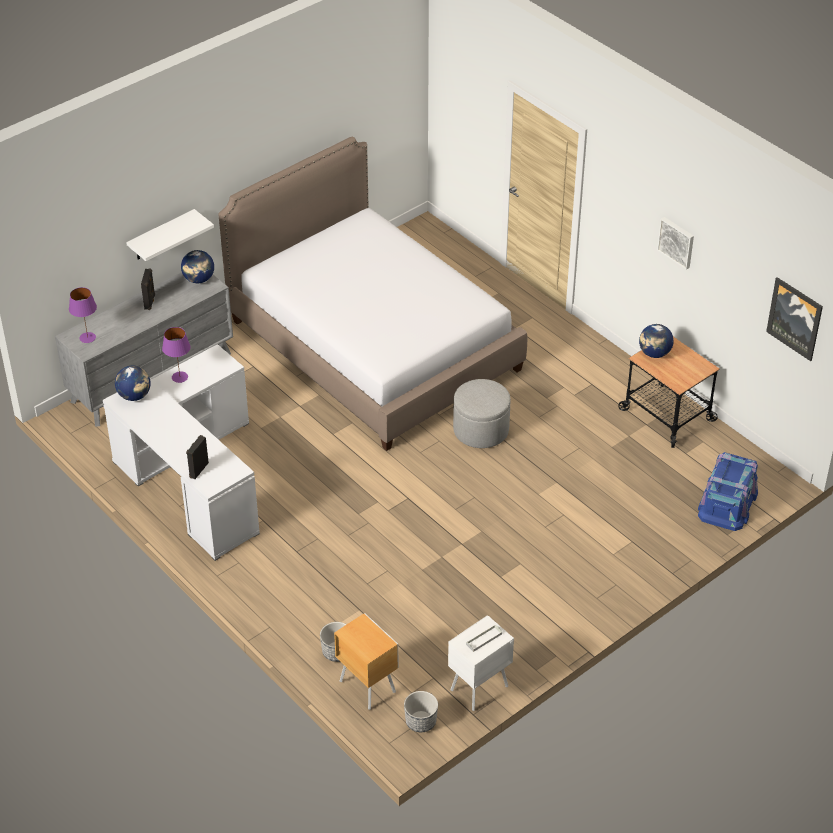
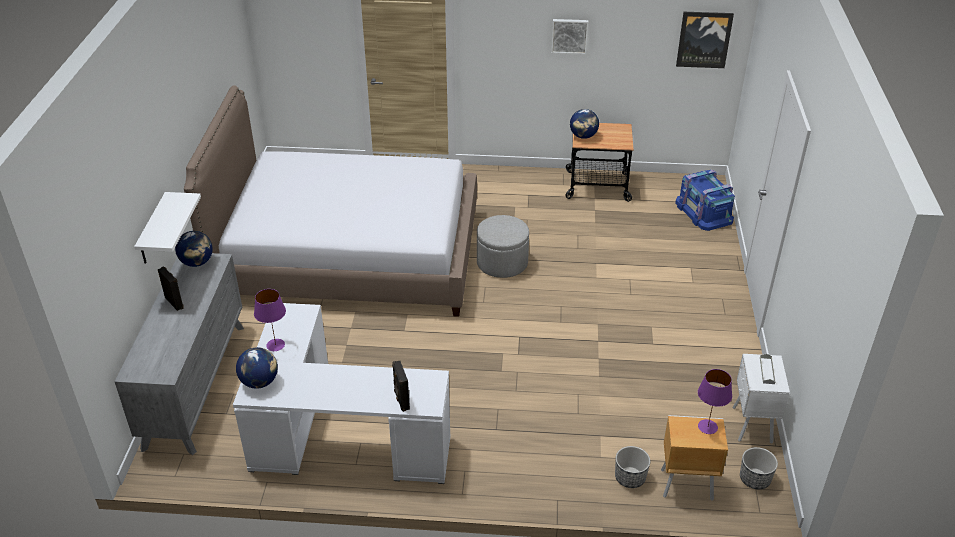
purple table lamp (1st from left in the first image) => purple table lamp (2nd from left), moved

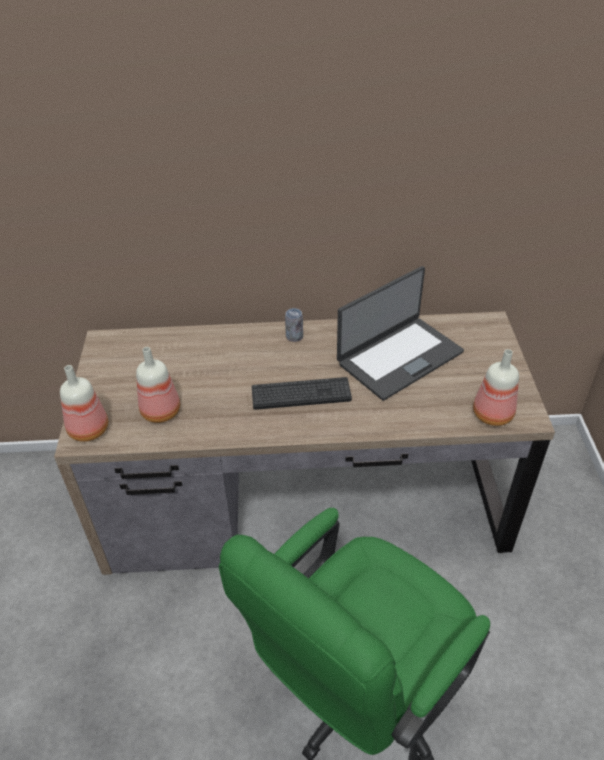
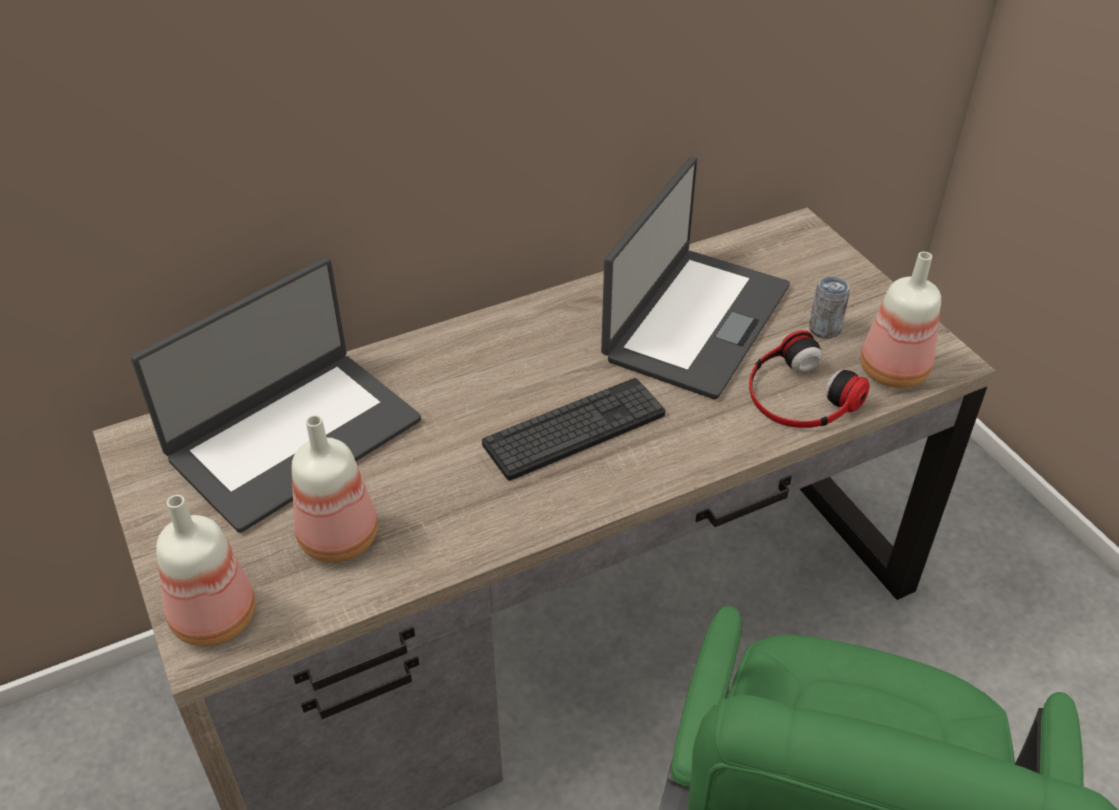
can, moved
nothing => laptop (1st from left)
nothing => headphones

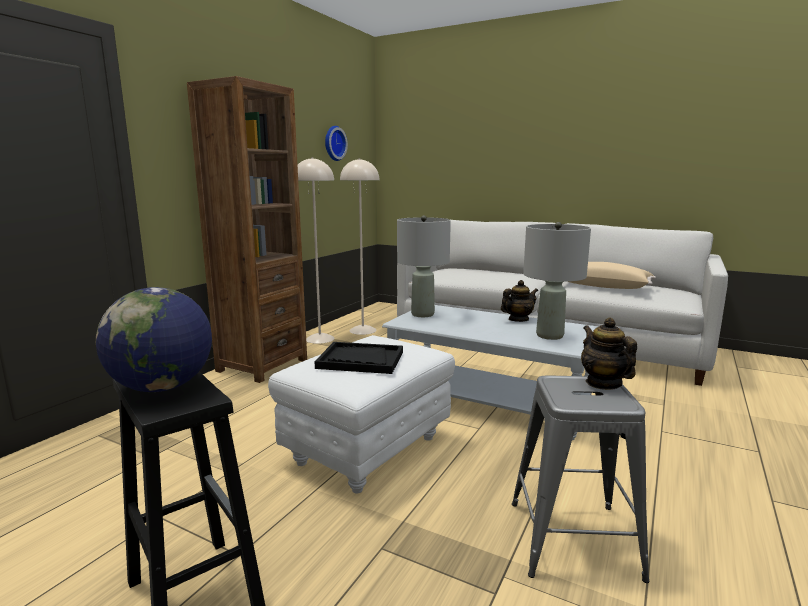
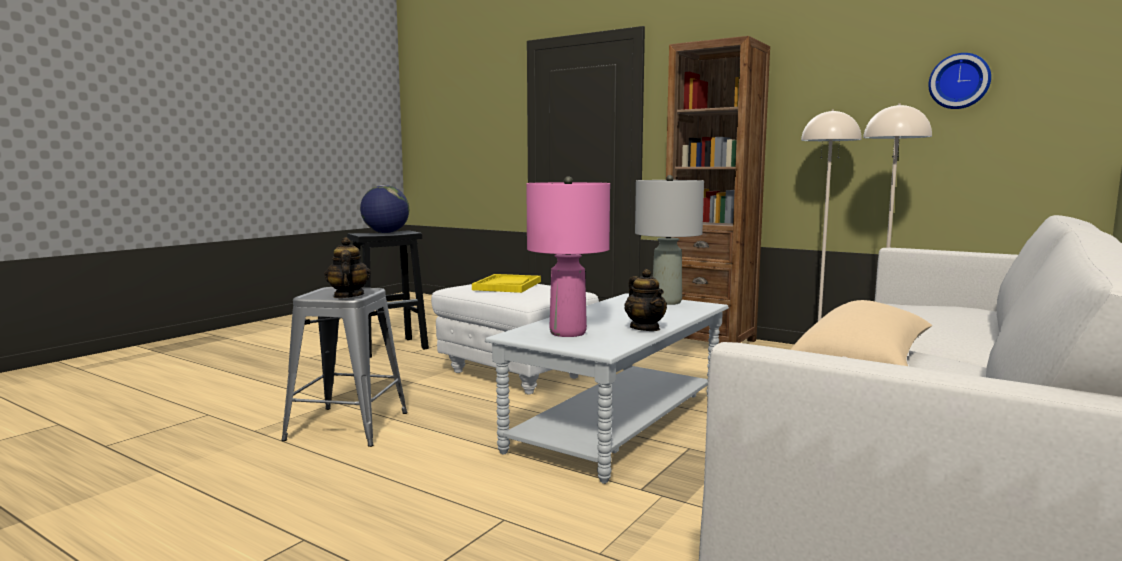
grey table lamp (2nd from left) => pink table lamp
teapot (2nd from left in the first image) => teapot (1st from left), 90 degrees counterclockwise
black tray => yellow tray

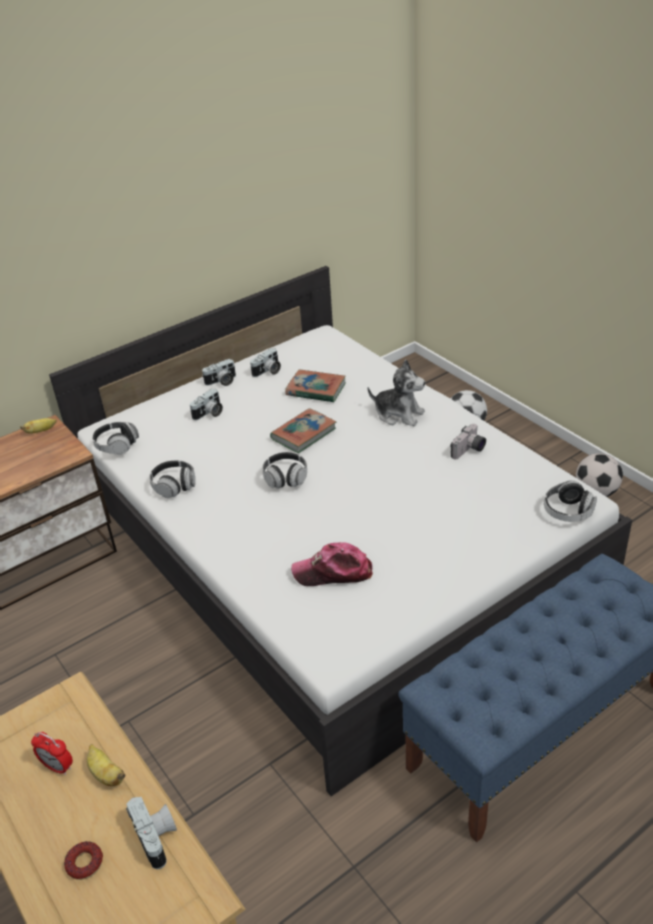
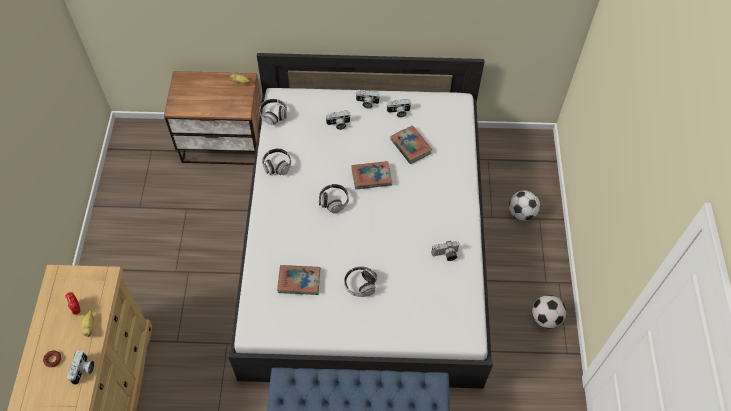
plush toy => nothing
headphones (4th from left), moved
cap => book (1st from left)

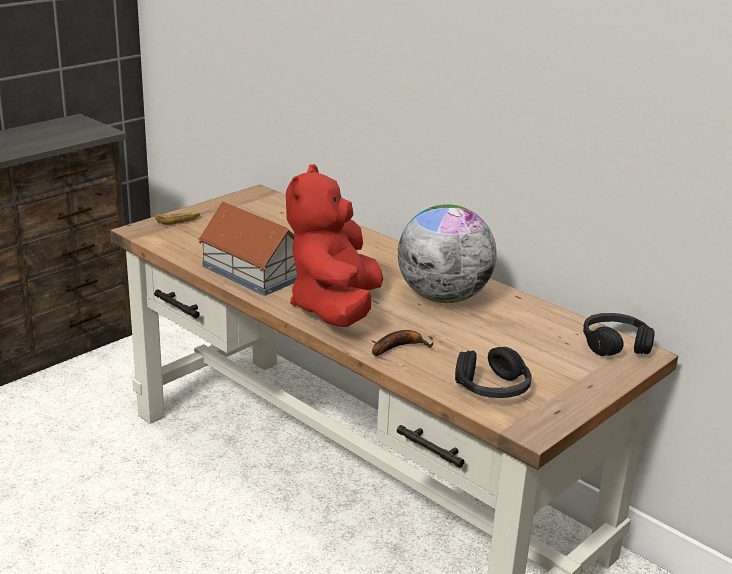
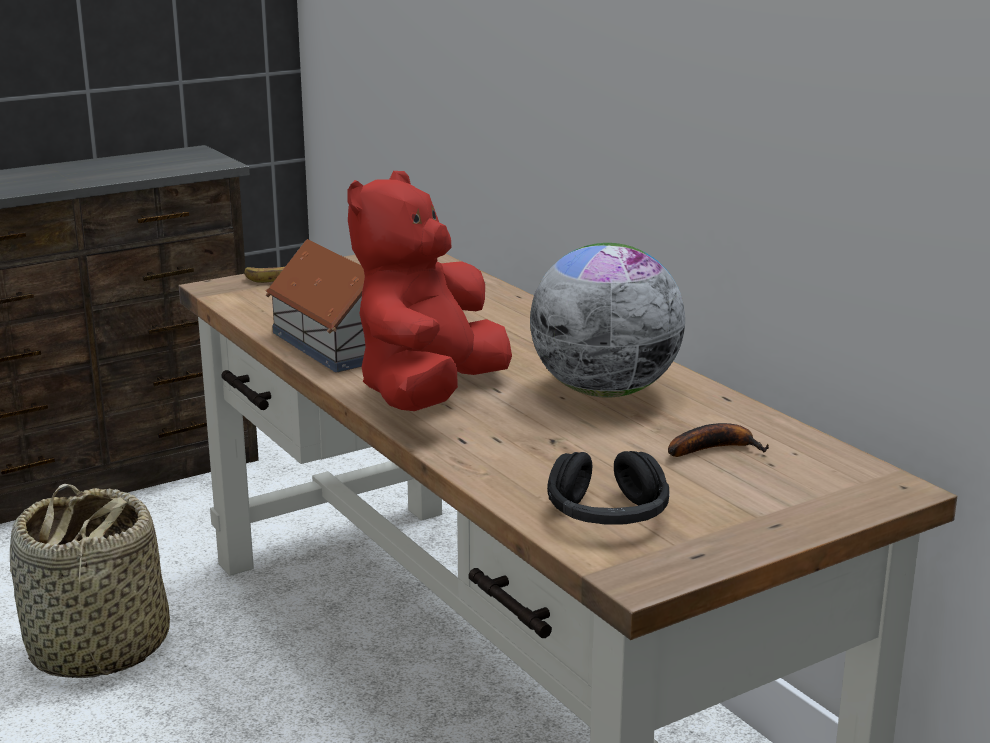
black headphones (2nd from left) => nothing
banana (2nd from left), moved
nothing => basket

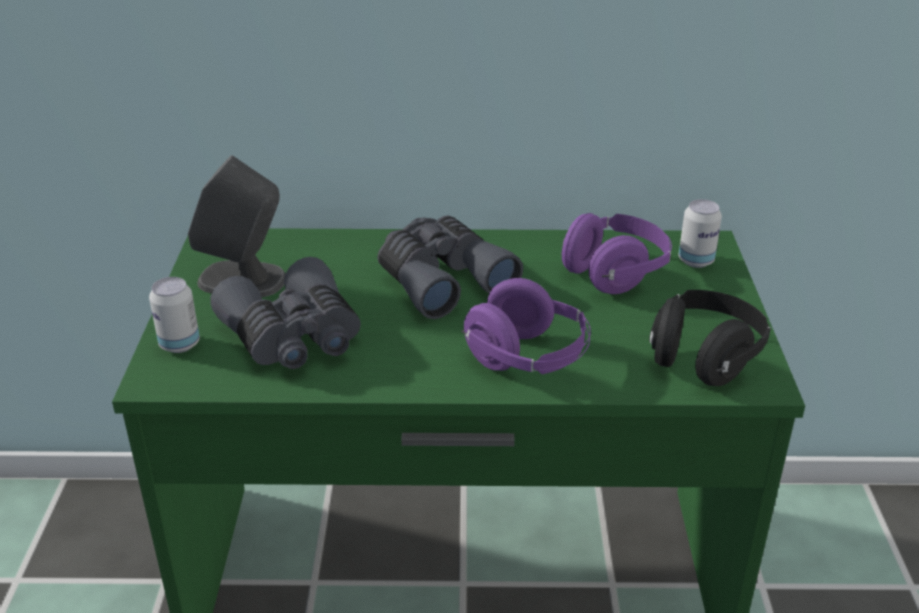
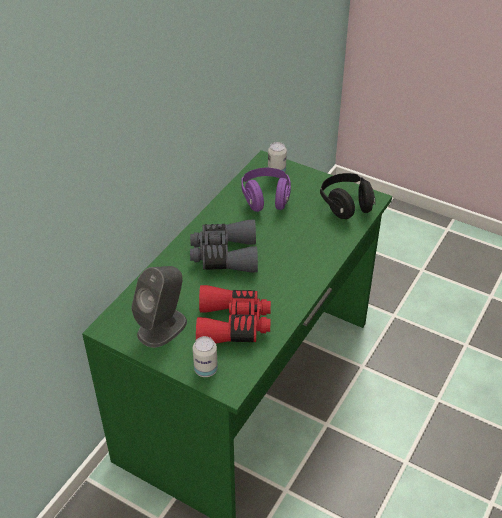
grey binoculars (1st from left) => red binoculars
purple headphones (1st from left) => nothing

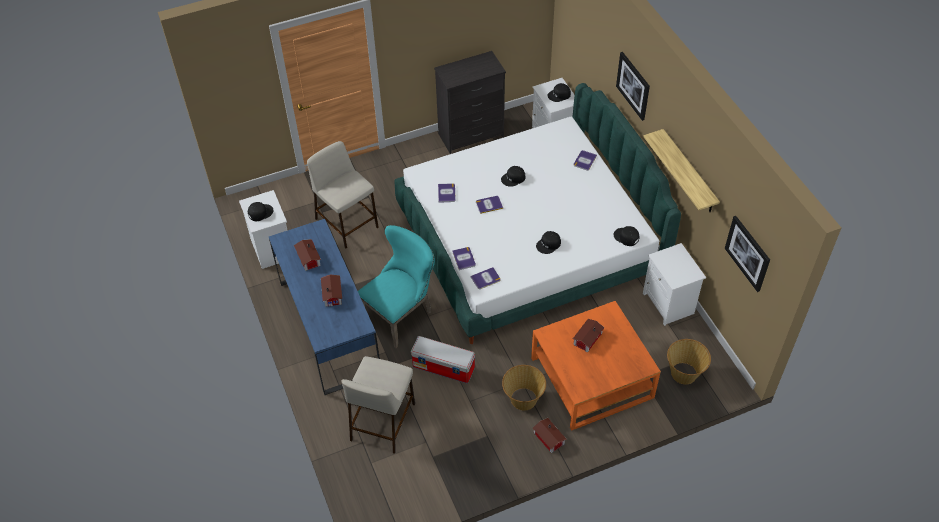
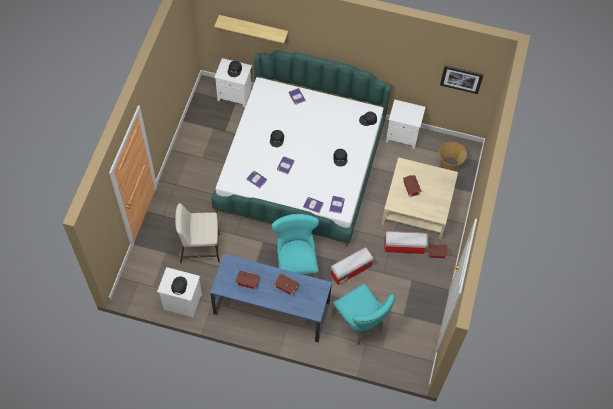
black dresser => nothing
picture (1st from left) => nothing
shelf, moved
orange coffee table => beige coffee table
beige stool (2nd from left) => turquoise chair (2nd from left)
basket (1st from left) => storage box (2nd from left)

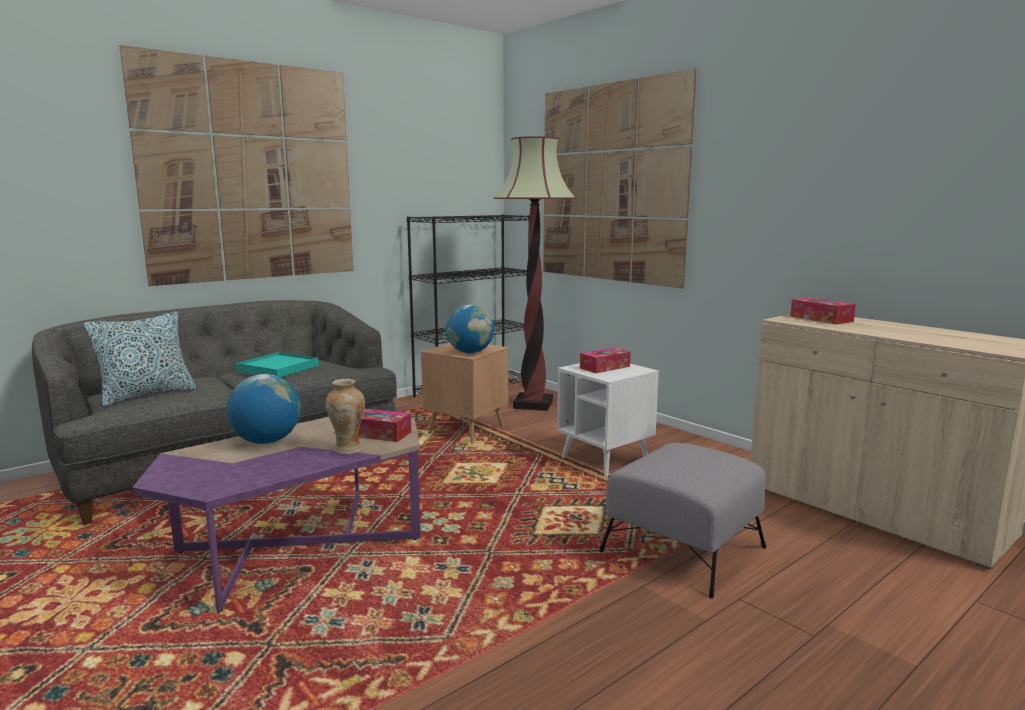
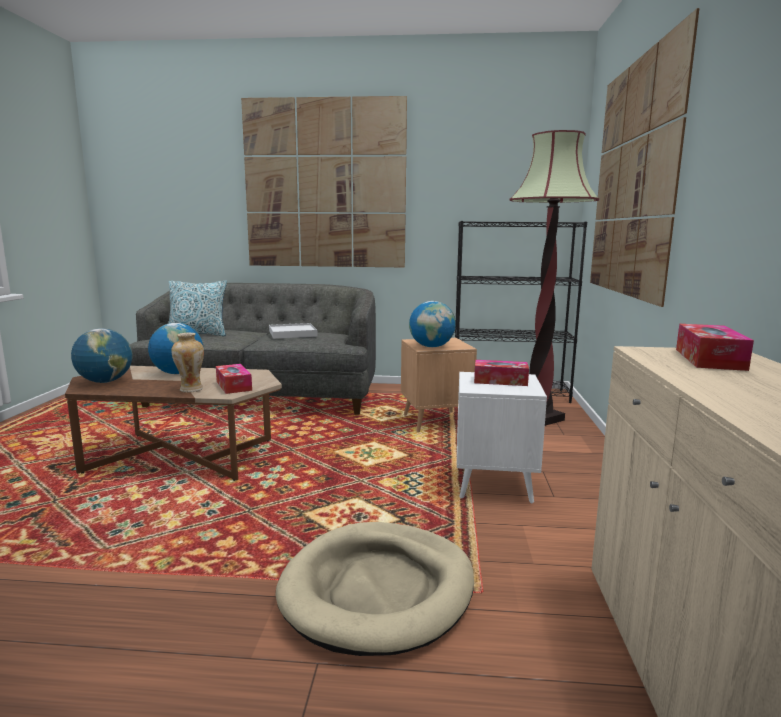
turquoise tray => white tray
purple coffee table => brown coffee table
grey ottoman => beige dog bed
nothing => globe (1st from left)

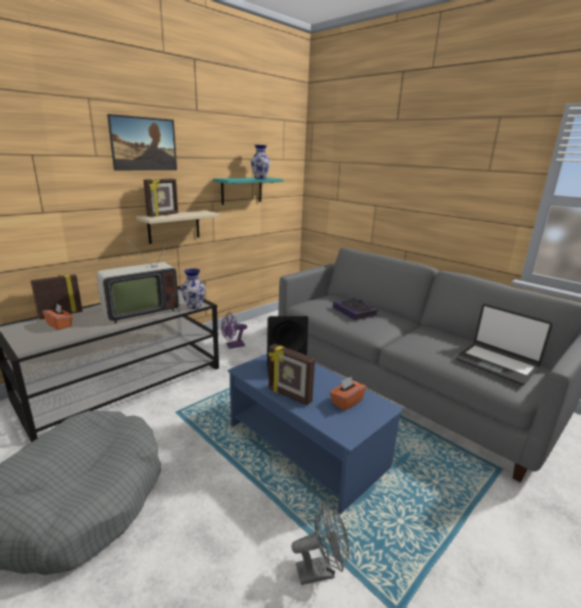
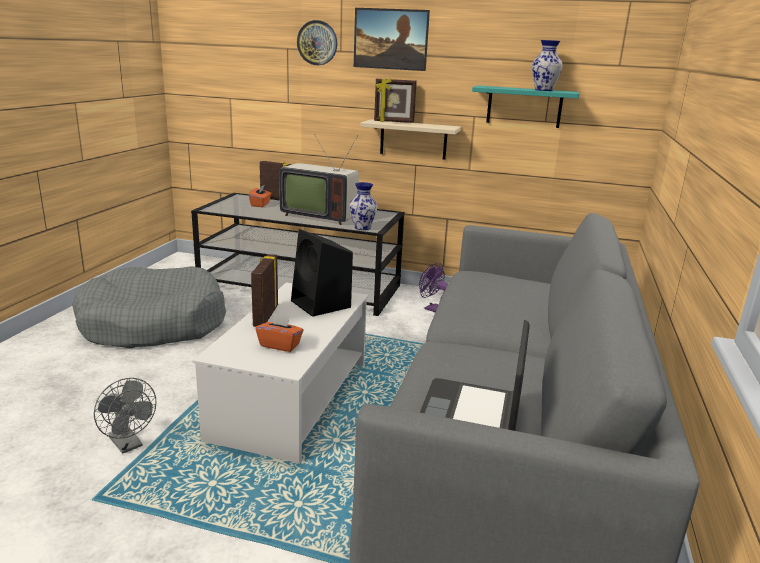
book => nothing
blue coffee table => white coffee table
nothing => wall clock

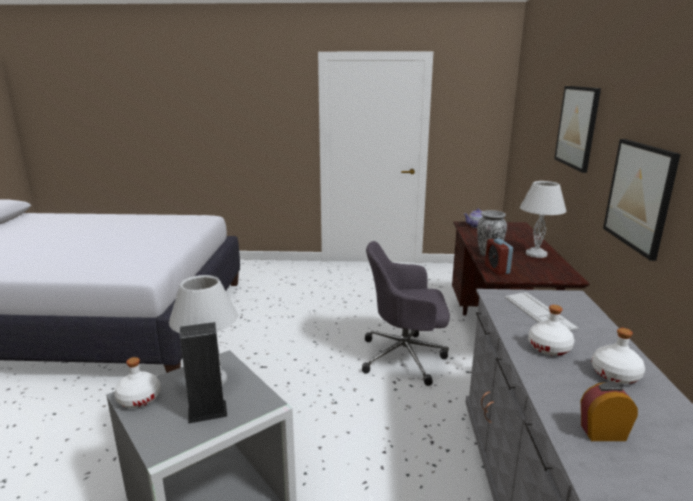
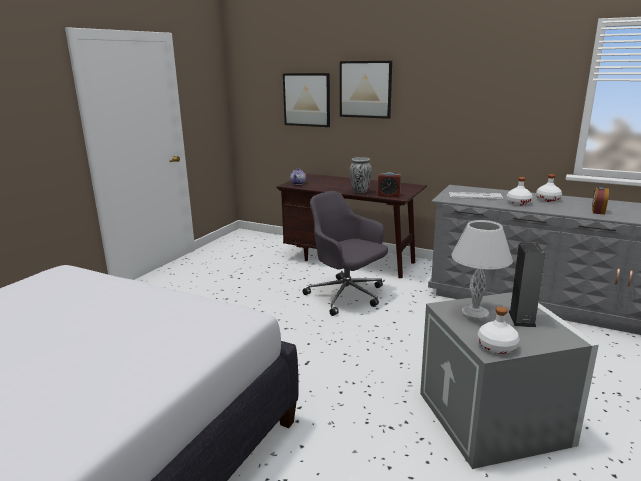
picture (2nd from left in the first image) => picture (1st from left), moved
white table lamp (2nd from left) => nothing
grey office chair, 105 degrees clockwise

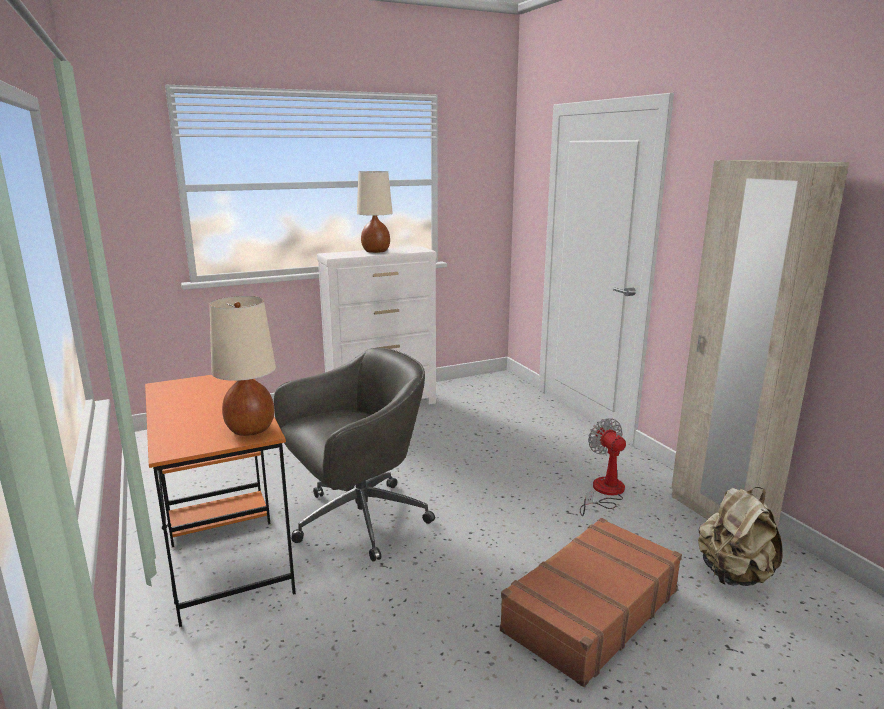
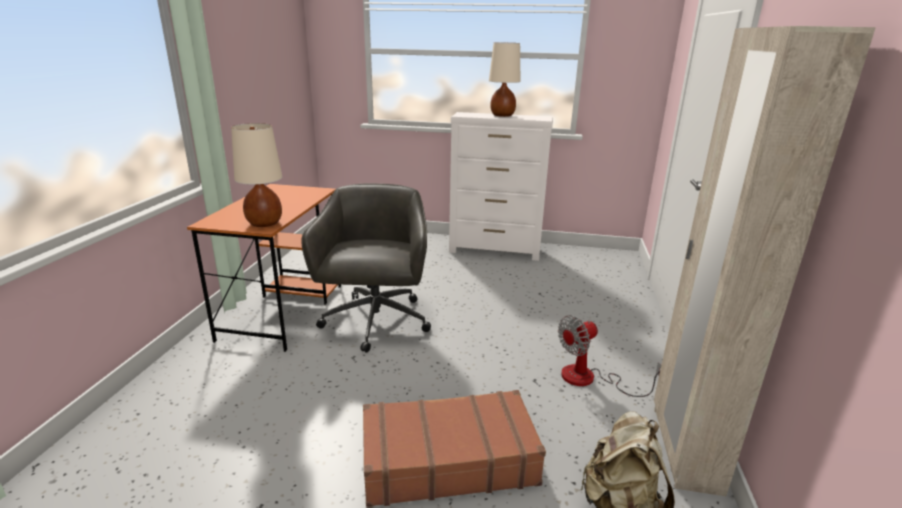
grey office chair, 90 degrees counterclockwise
fan, 135 degrees counterclockwise

